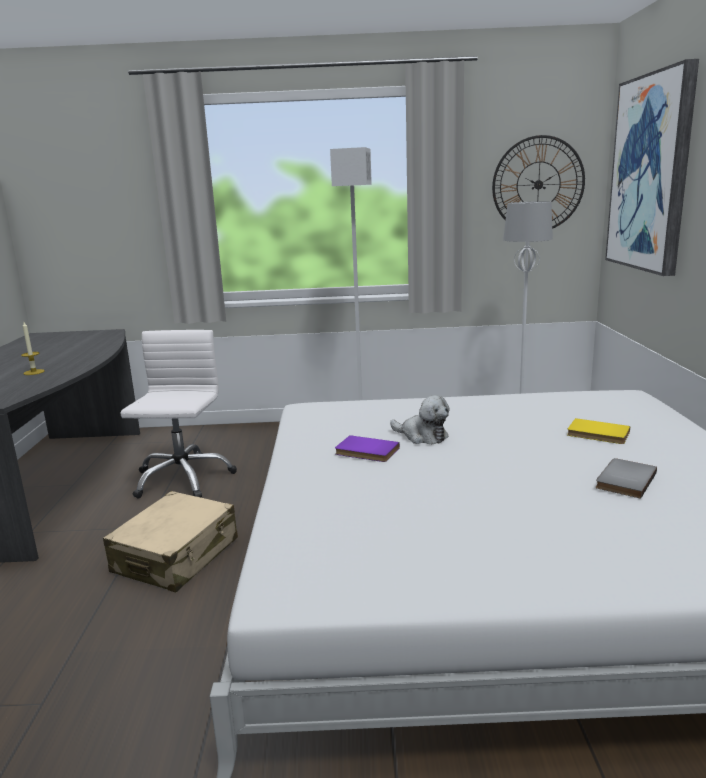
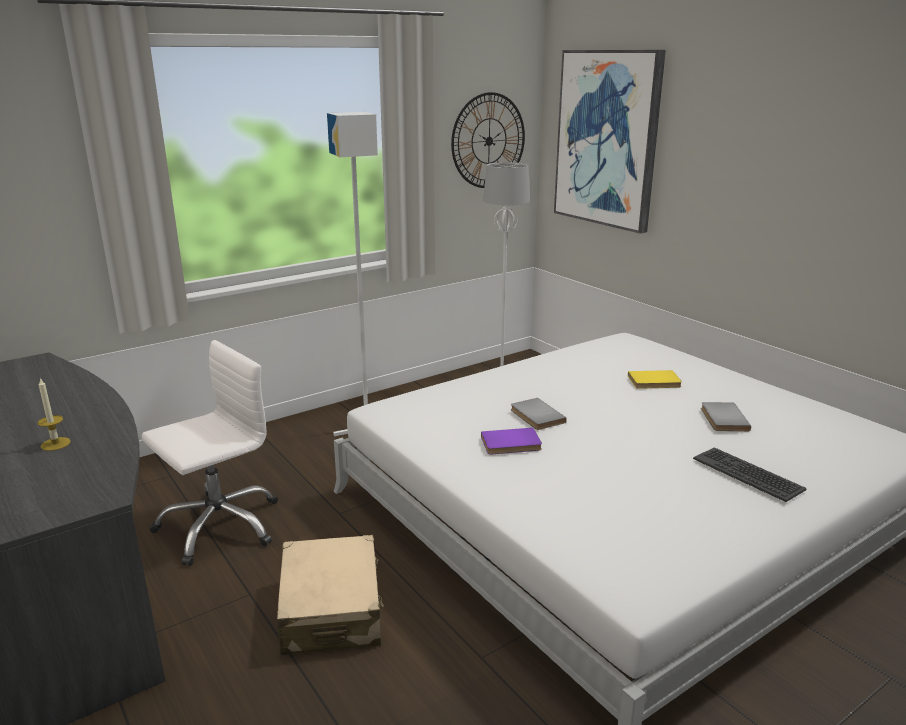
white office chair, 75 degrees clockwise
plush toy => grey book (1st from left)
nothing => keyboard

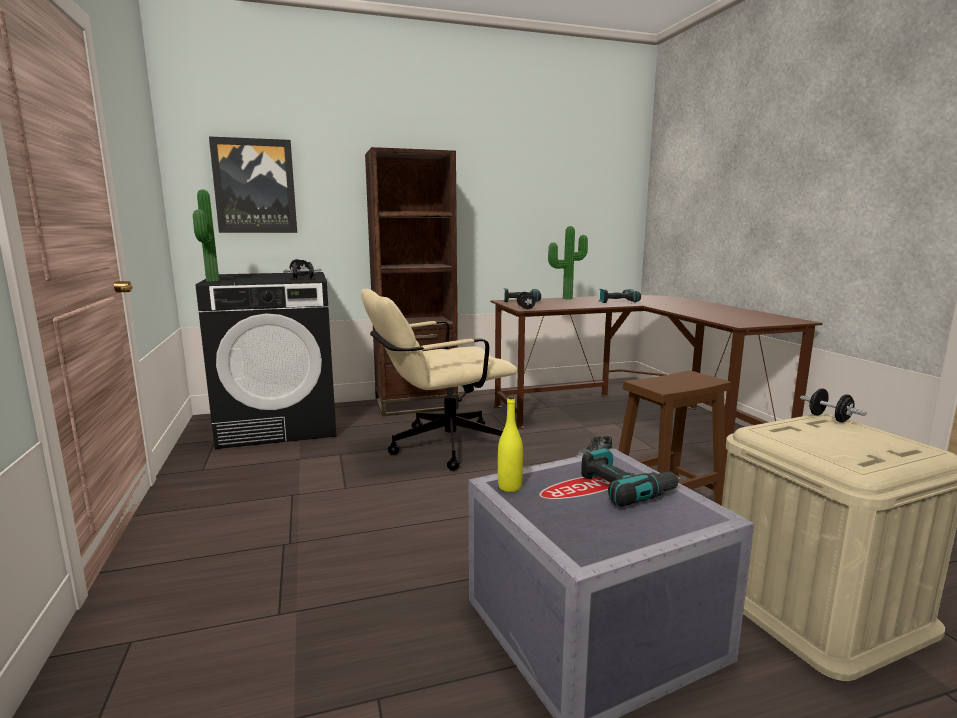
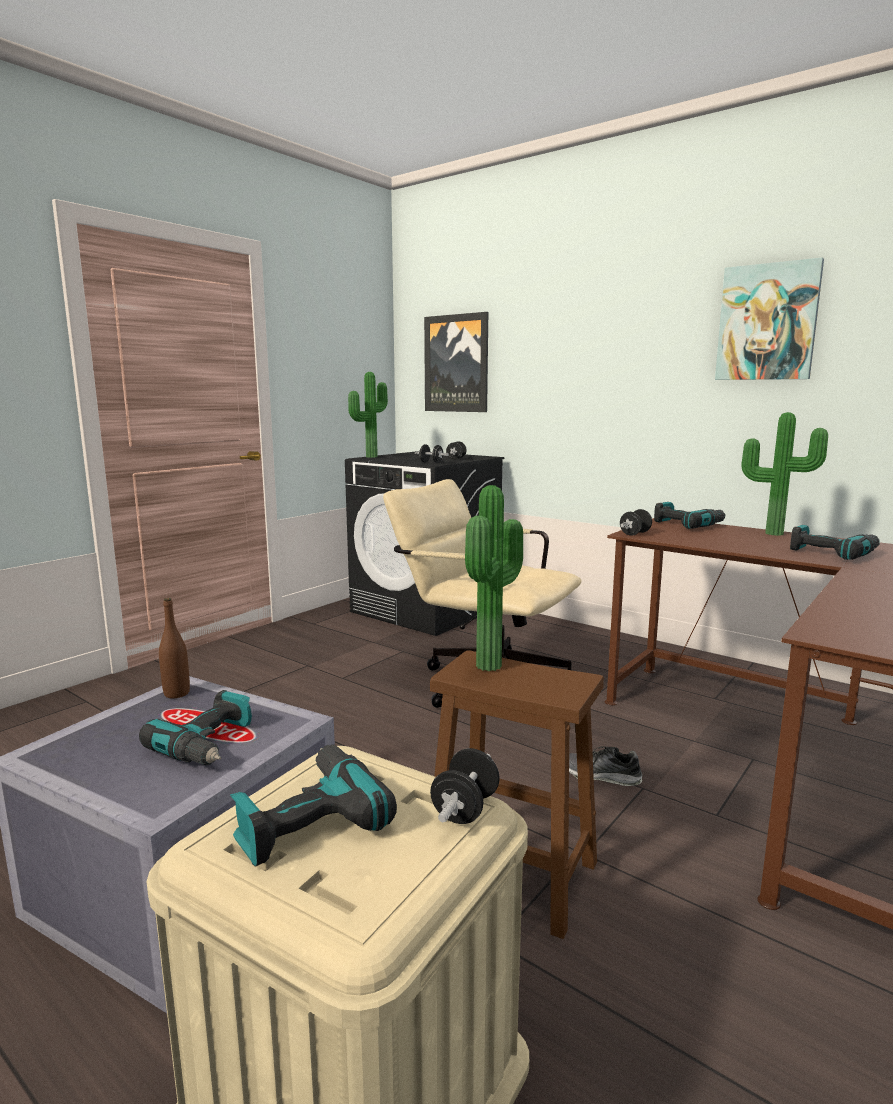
brown bookcase => nothing
yellow bottle => brown bottle
nothing => picture (2nd from left)
nothing => potted plant (2nd from left)
nothing => power drill (2nd from left)

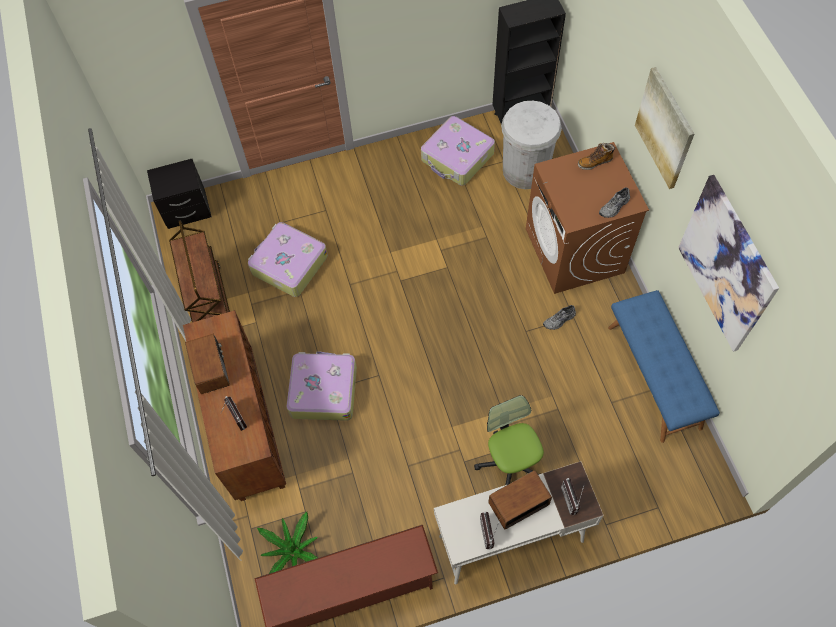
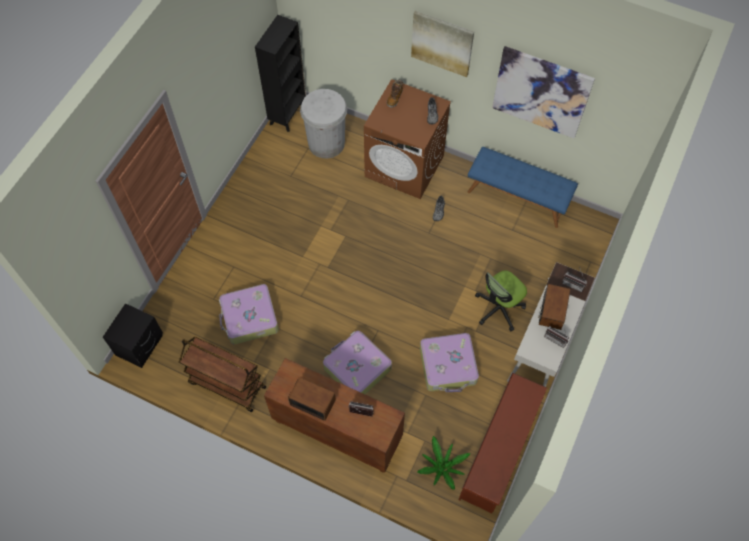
suitcase (3rd from left), moved
office chair, 60 degrees counterclockwise

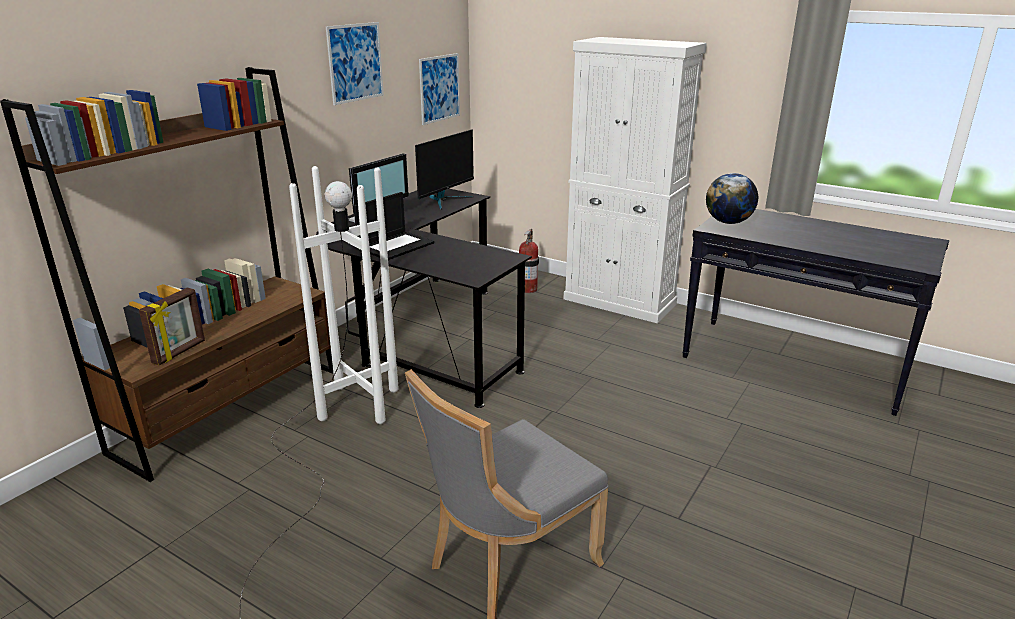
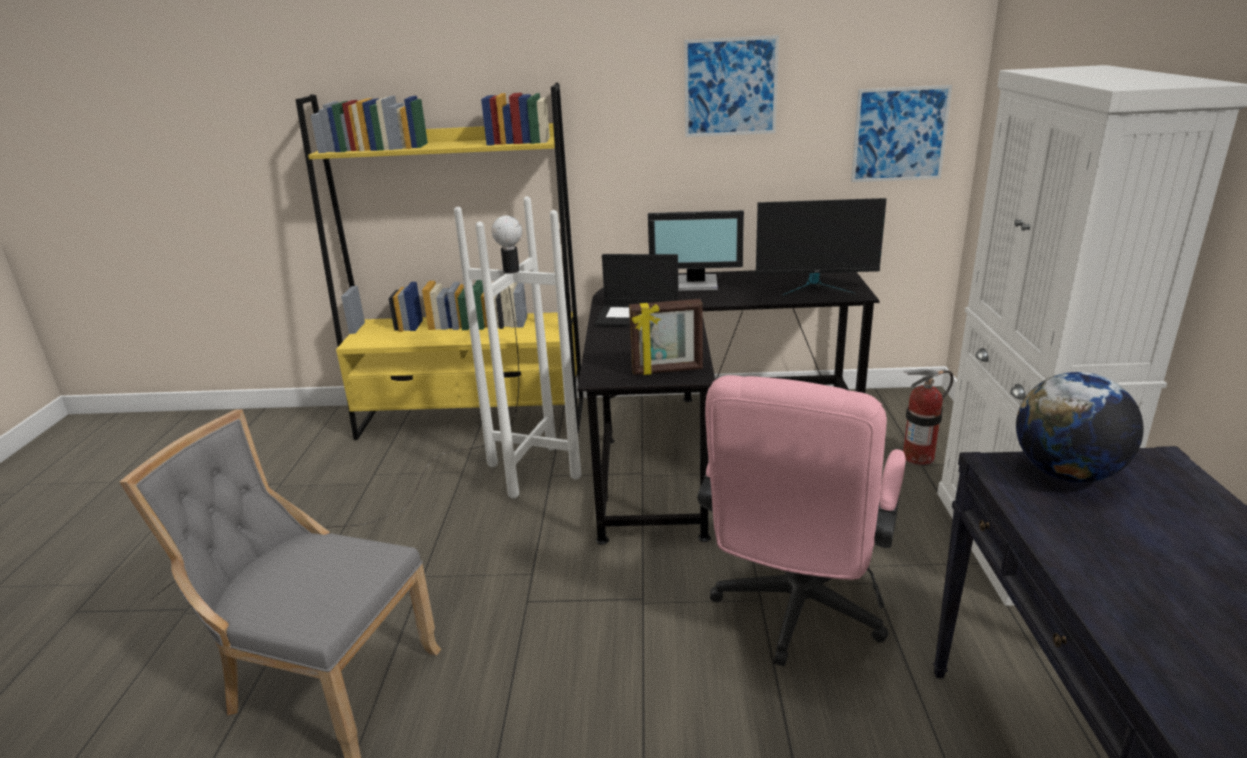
brown bookcase => yellow bookcase
picture frame, moved
nothing => pink office chair

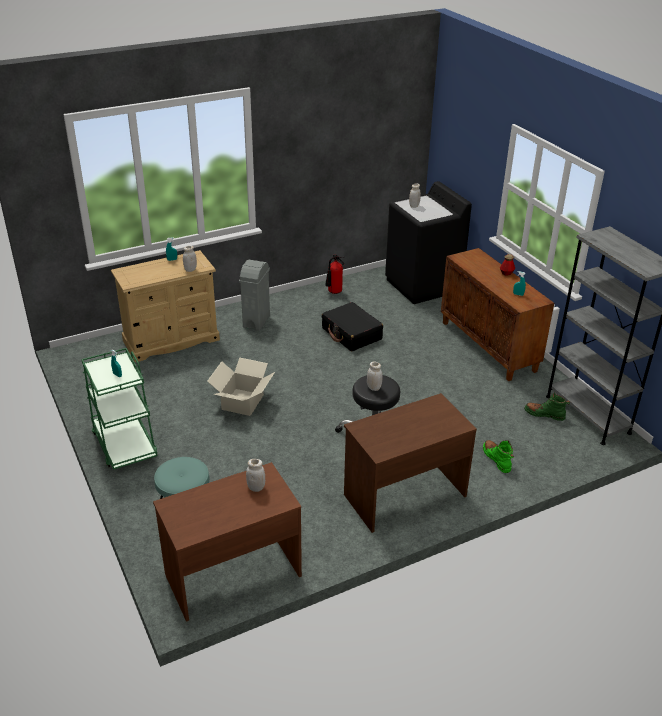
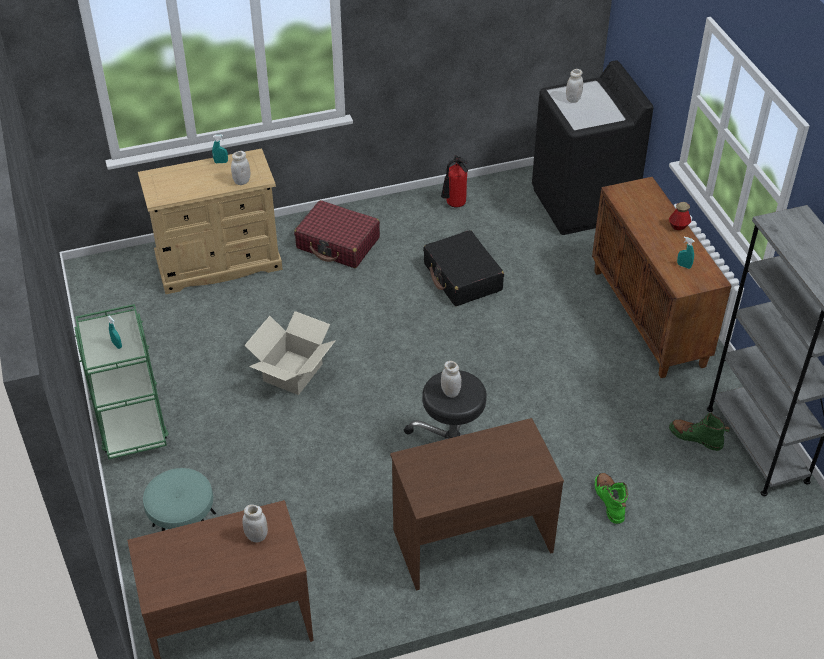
grey trash can => red suitcase

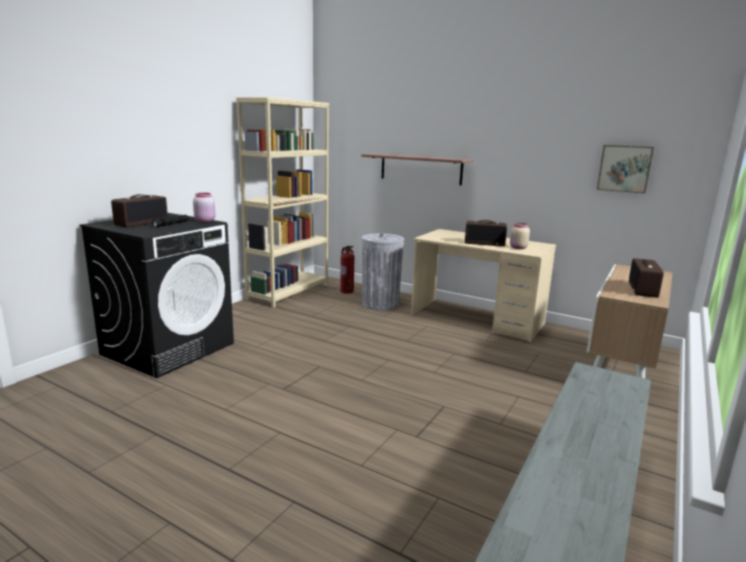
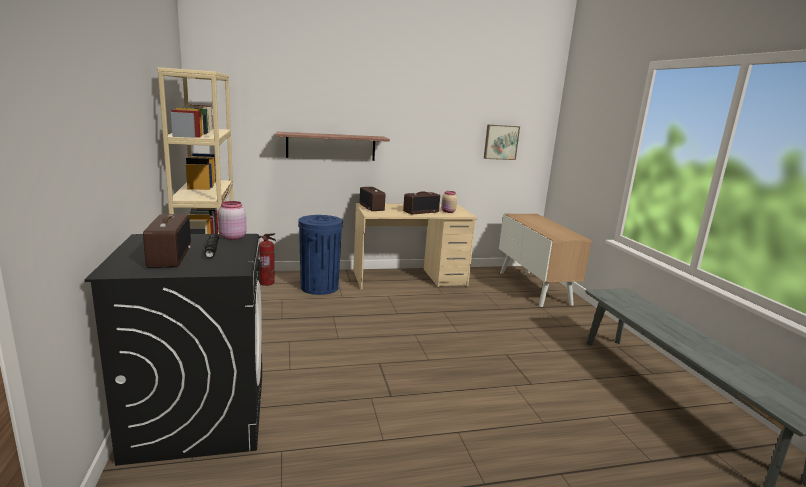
grey trash can => blue trash can
radio (3rd from left in the first image) => radio (2nd from left), moved

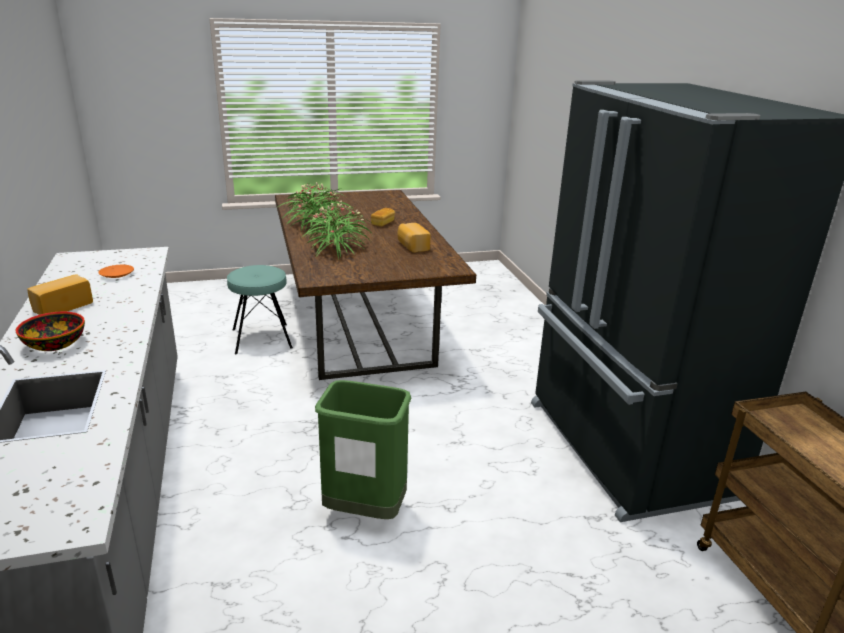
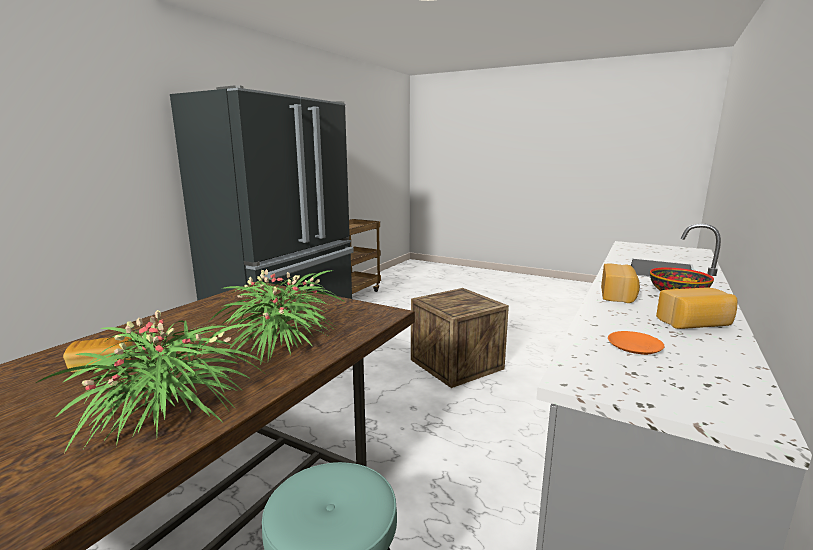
bread (3rd from left in the first image) => bread (2nd from left), moved
green trash can => crate

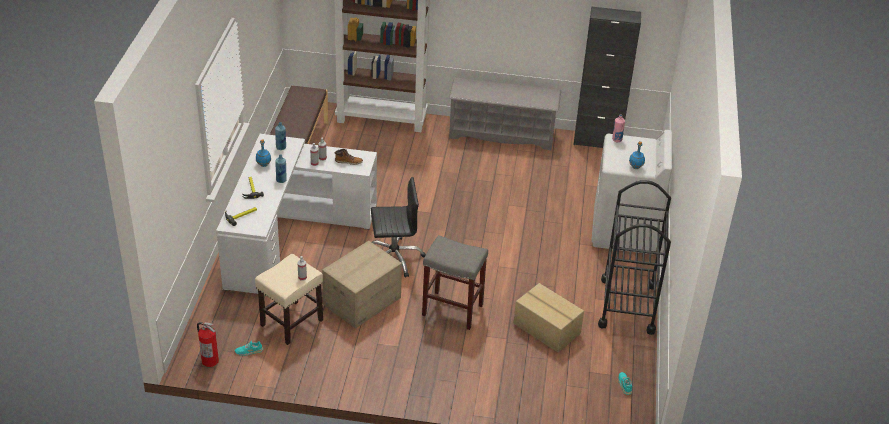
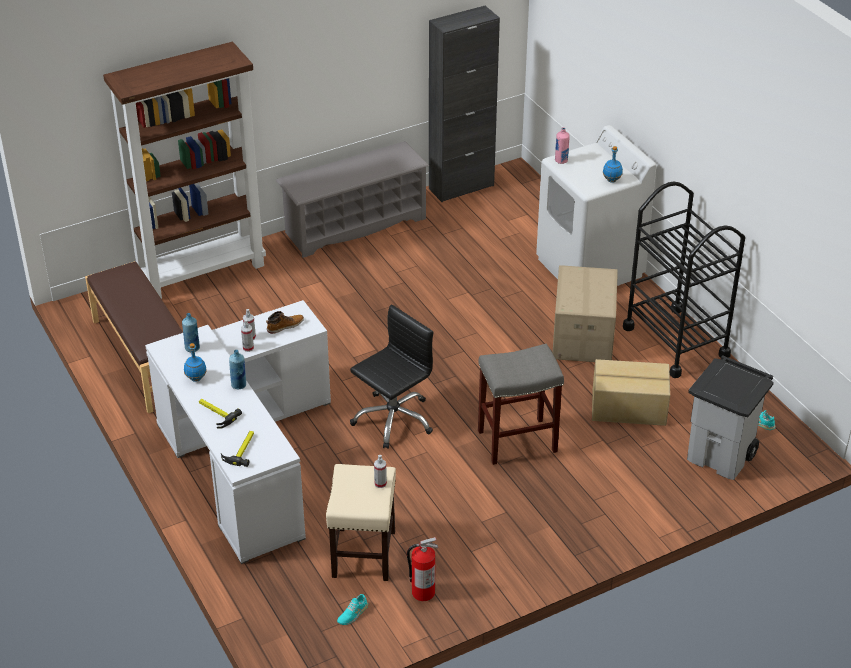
cardboard box (1st from left), moved
fire extinguisher, moved
nothing => grey trash can

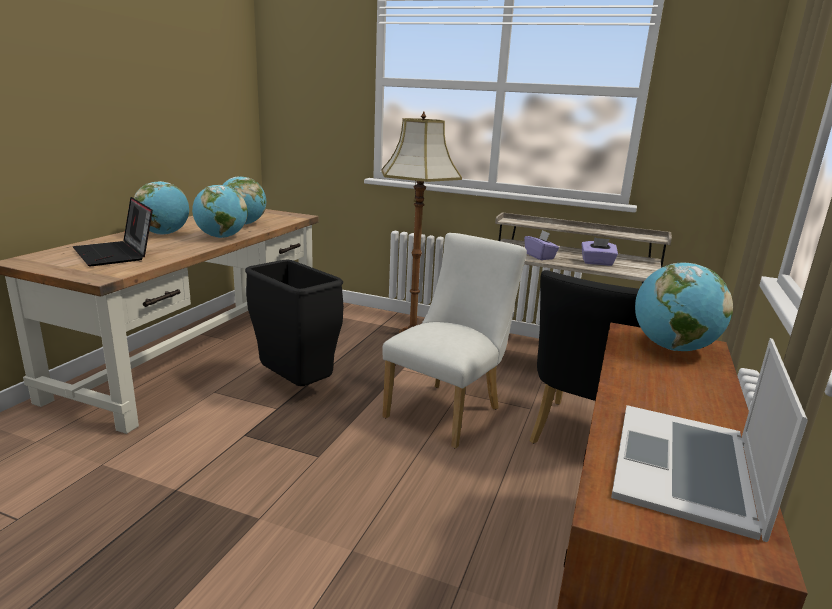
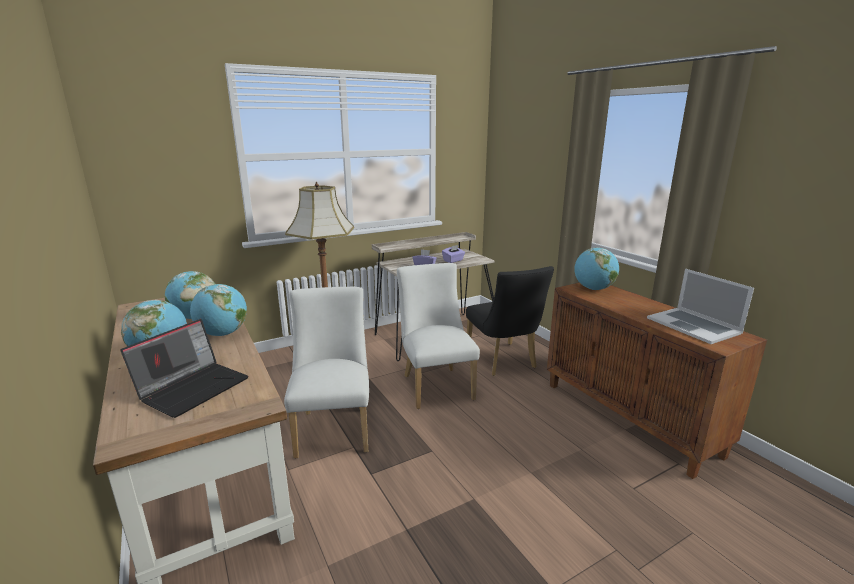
laptop (1st from left), 60 degrees counterclockwise
black trash can => white chair (1st from left)

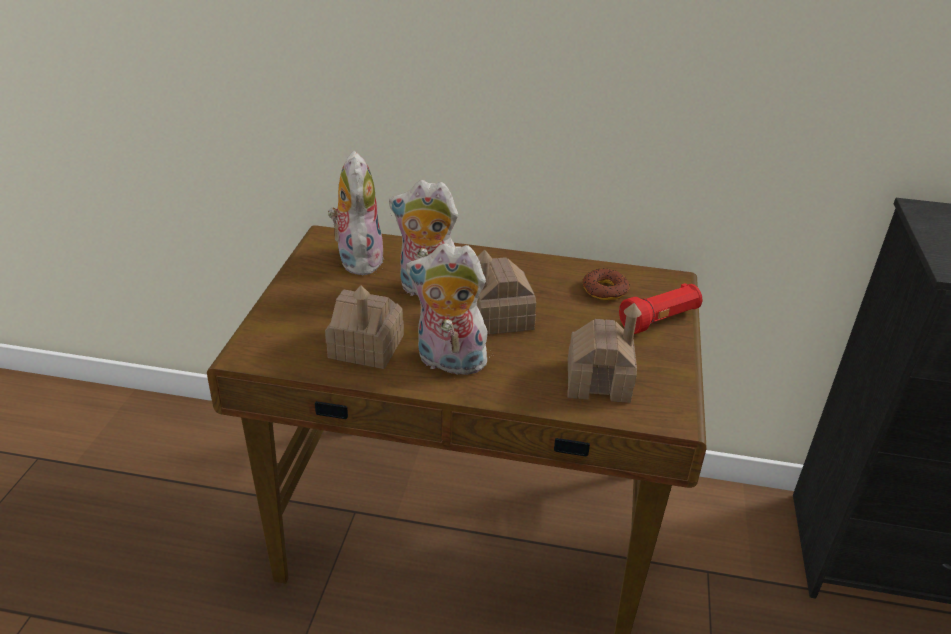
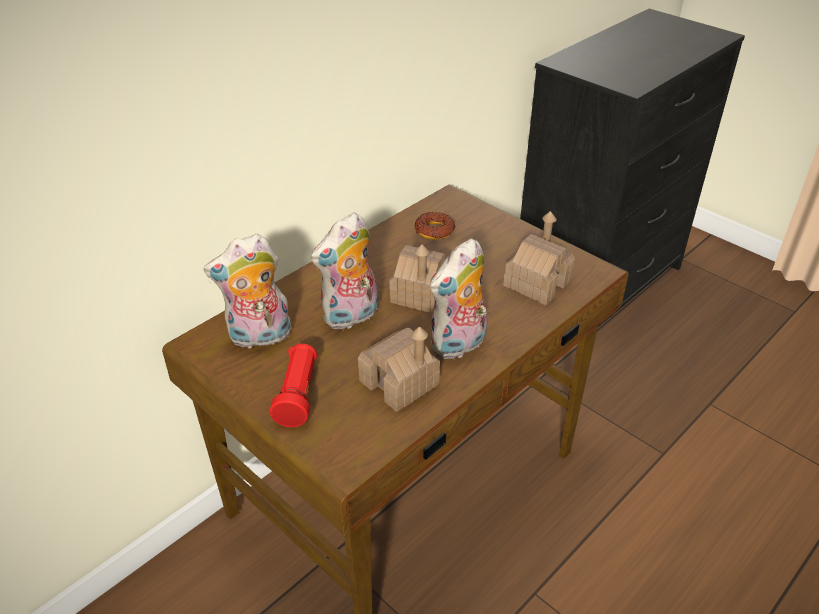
plush toy (1st from left), 45 degrees counterclockwise
red flashlight, moved

